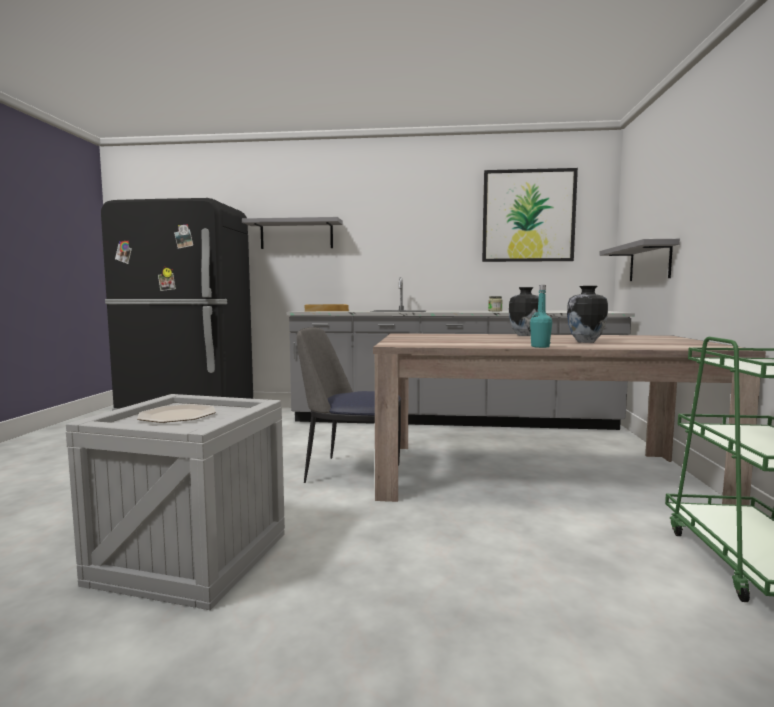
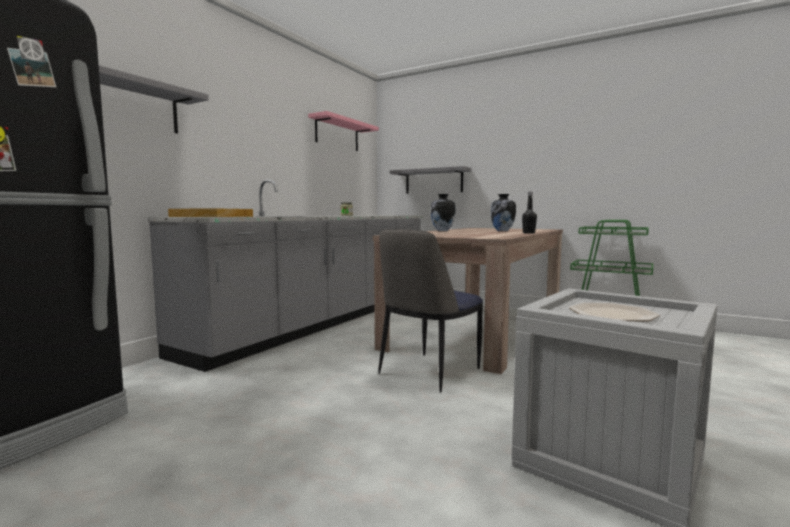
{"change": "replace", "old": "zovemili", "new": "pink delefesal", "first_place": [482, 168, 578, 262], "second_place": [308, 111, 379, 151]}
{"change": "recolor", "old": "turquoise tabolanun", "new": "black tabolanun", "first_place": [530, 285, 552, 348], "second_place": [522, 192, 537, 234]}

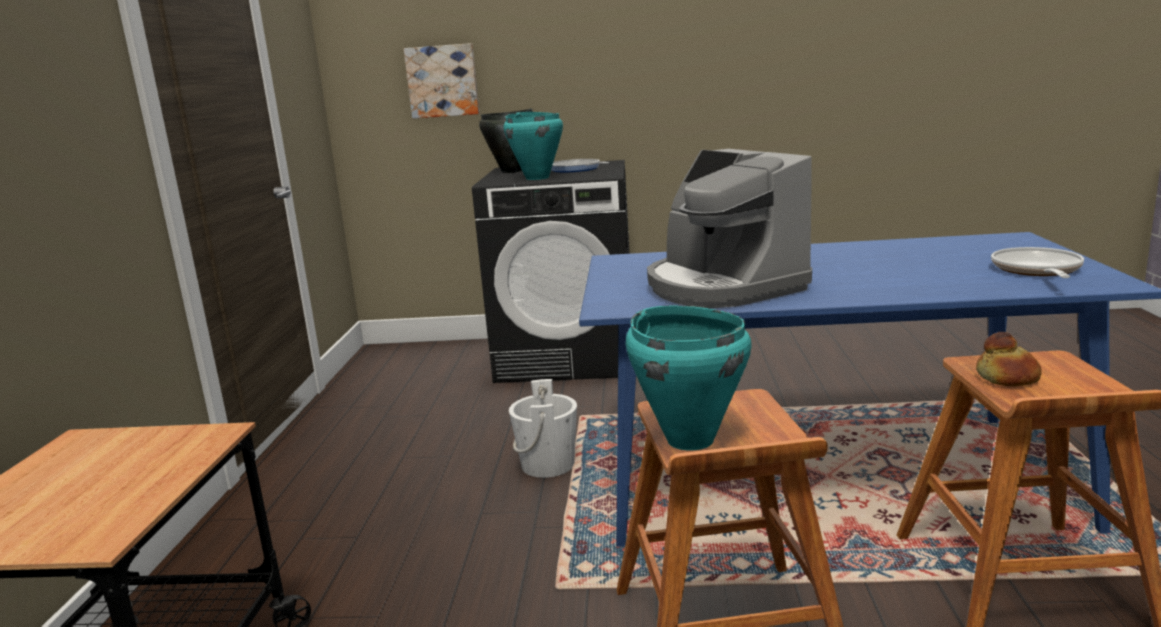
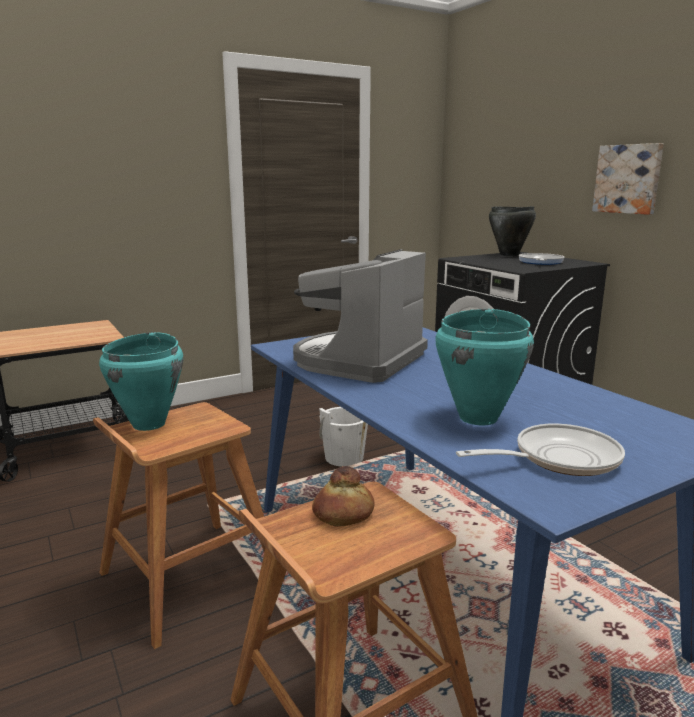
{"change": "move", "old": "zovemili", "first_place": [404, 43, 480, 119], "second_place": [592, 143, 664, 215]}
{"change": "move", "old": "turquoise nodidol", "first_place": [504, 112, 563, 180], "second_place": [435, 309, 534, 425]}

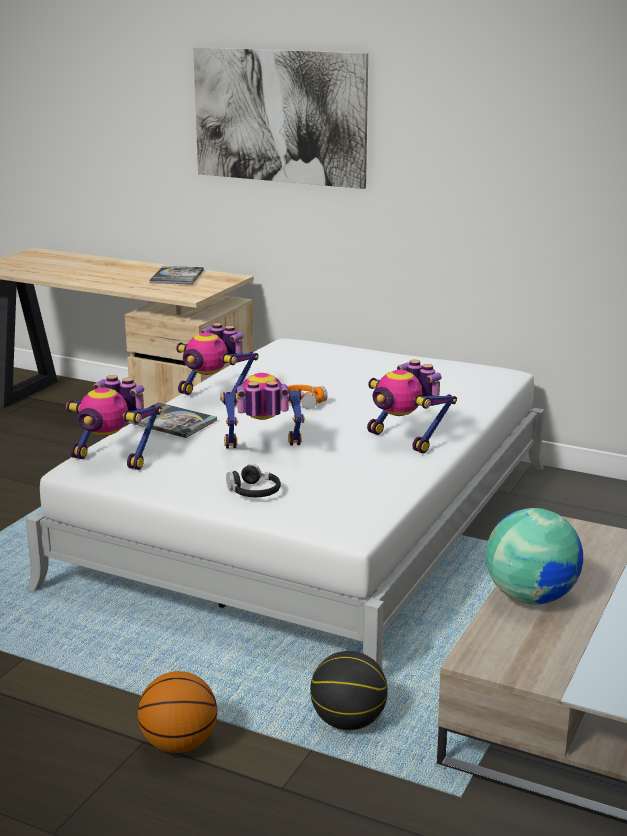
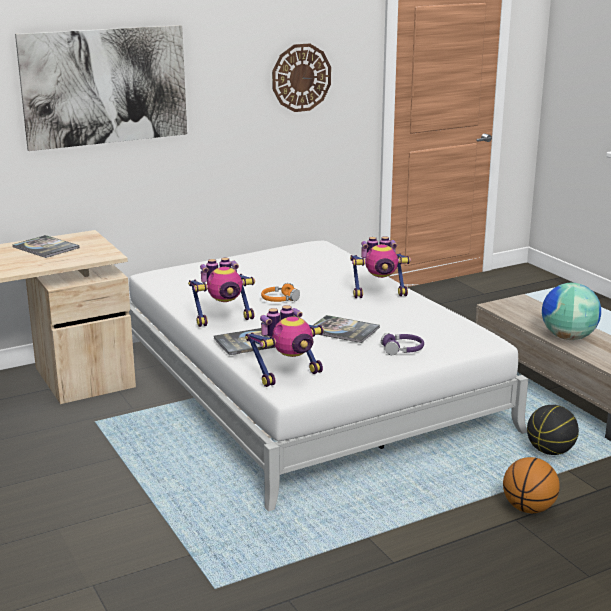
{"change": "replace", "old": "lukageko", "new": "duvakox", "first_place": [220, 373, 305, 449], "second_place": [313, 315, 380, 343]}
{"change": "recolor", "old": "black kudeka", "new": "purple kudeka", "first_place": [226, 464, 281, 497], "second_place": [381, 333, 424, 355]}
{"change": "insert", "new": "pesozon", "second_place": [272, 43, 331, 112]}

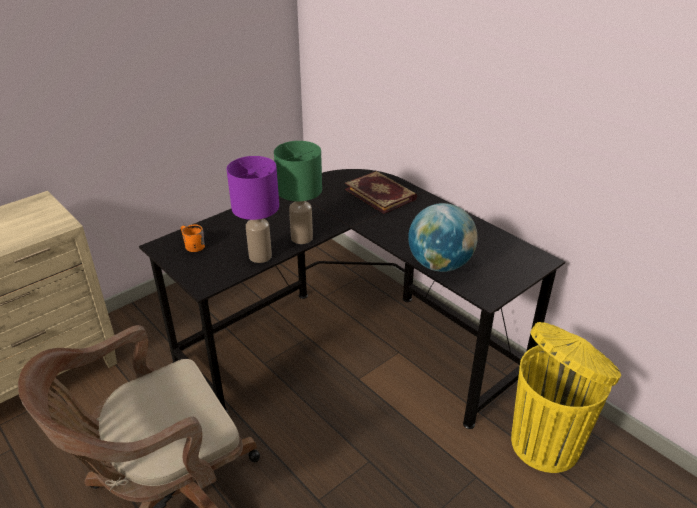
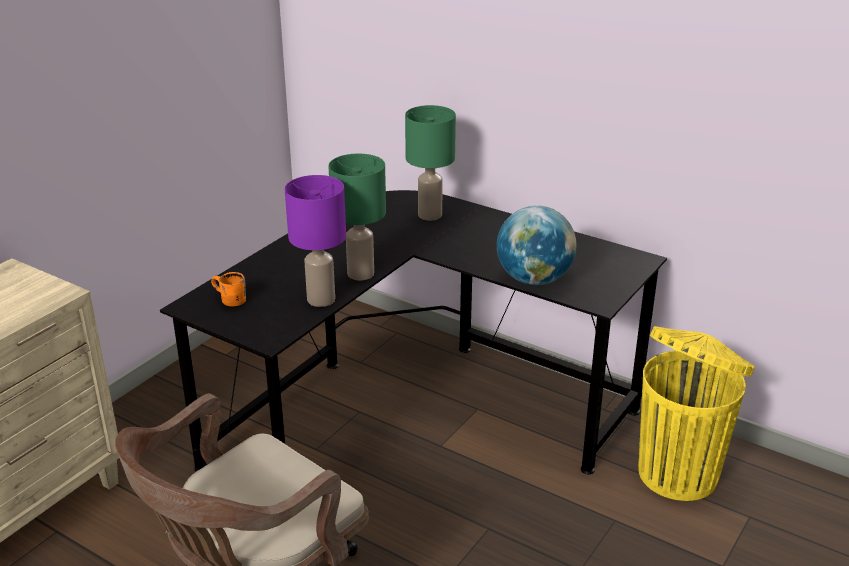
{"change": "replace", "old": "duvakox", "new": "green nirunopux", "first_place": [345, 171, 417, 214], "second_place": [405, 105, 456, 220]}

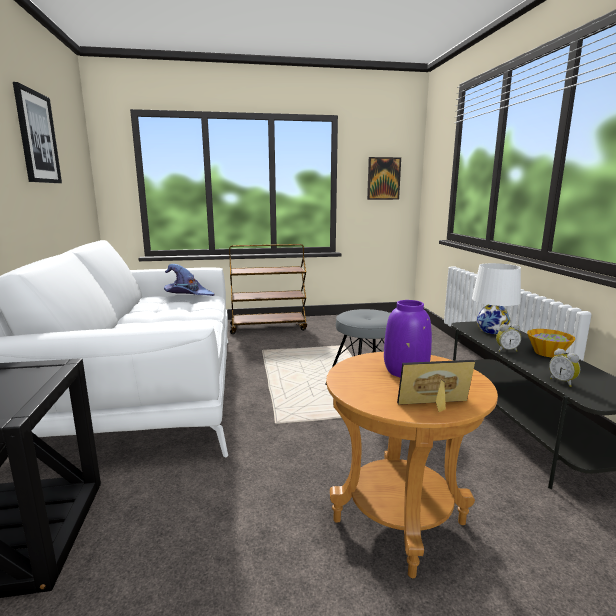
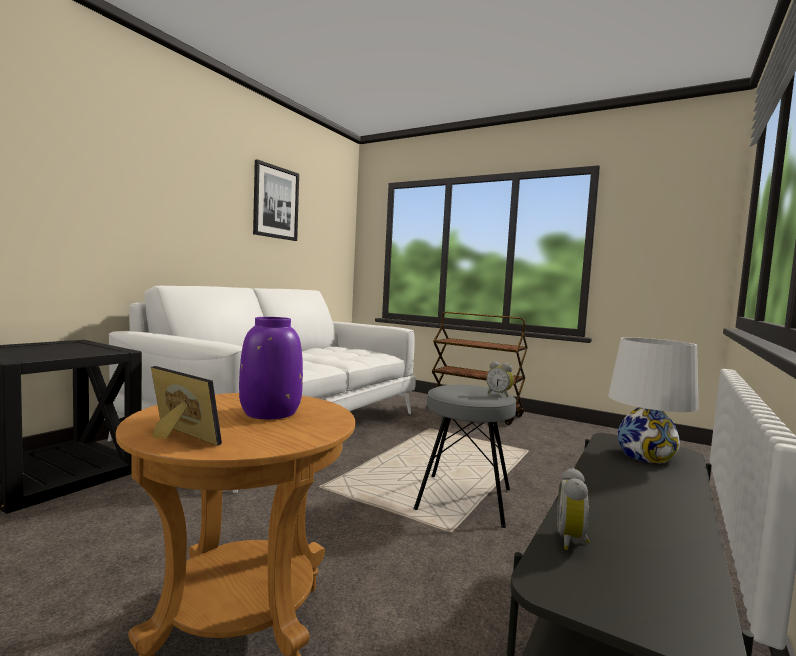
{"change": "delete", "old": "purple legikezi", "first_place": [164, 264, 214, 296]}
{"change": "delete", "old": "zovemili", "first_place": [367, 157, 401, 200]}
{"change": "move", "old": "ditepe", "first_place": [496, 324, 521, 352], "second_place": [486, 361, 514, 397]}
{"change": "delete", "old": "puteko", "first_place": [527, 329, 575, 358]}

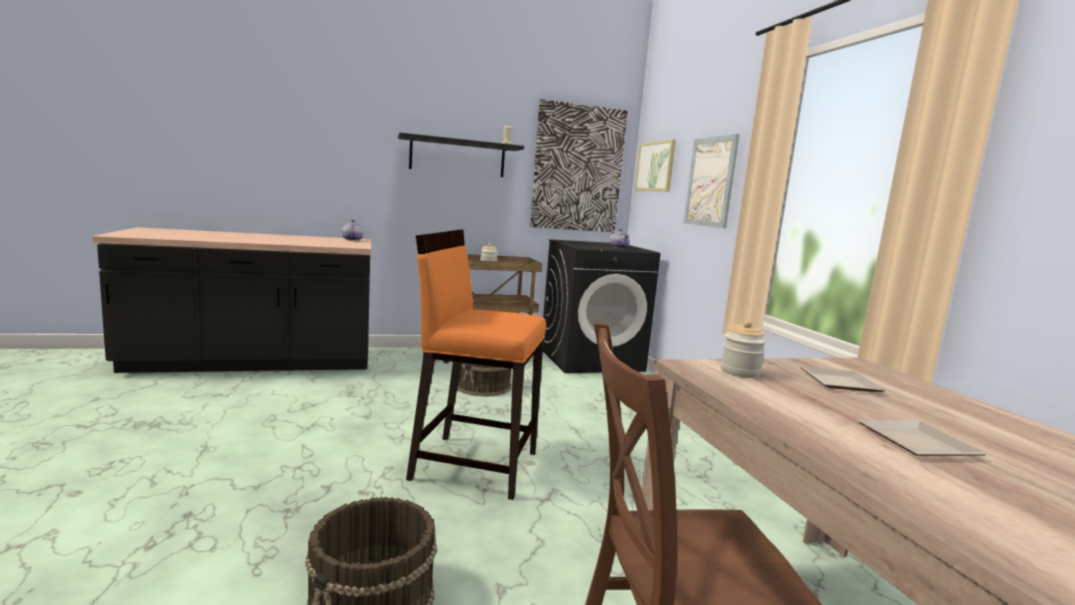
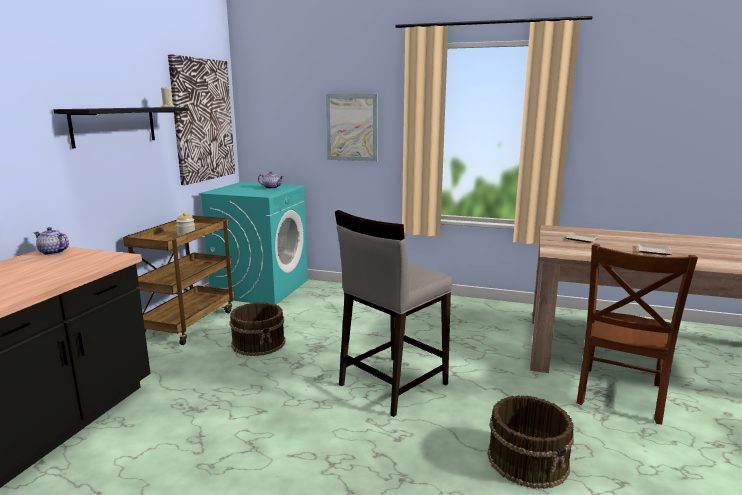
{"change": "recolor", "old": "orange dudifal", "new": "grey dudifal", "first_place": [406, 229, 546, 500], "second_place": [335, 210, 453, 417]}
{"change": "recolor", "old": "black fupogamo", "new": "turquoise fupogamo", "first_place": [543, 239, 661, 373], "second_place": [199, 182, 308, 304]}
{"change": "delete", "old": "zovemili", "first_place": [635, 139, 676, 192]}
{"change": "delete", "old": "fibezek", "first_place": [720, 320, 767, 378]}

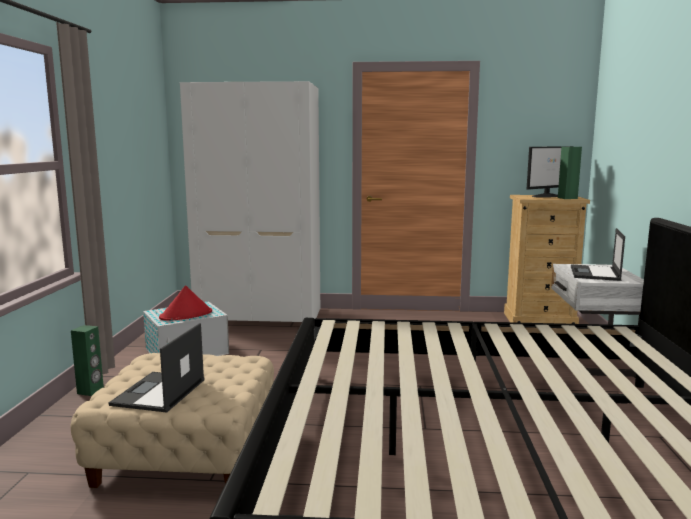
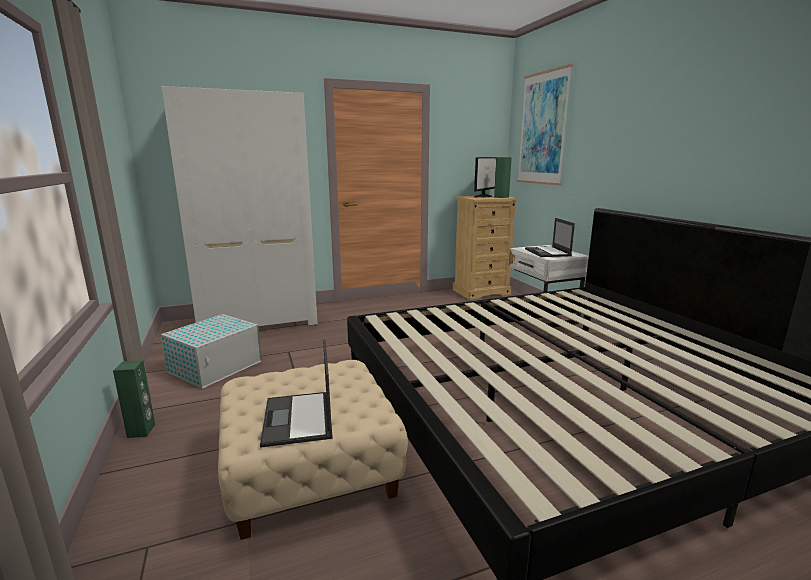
{"change": "delete", "old": "red legikezi", "first_place": [159, 286, 212, 321]}
{"change": "insert", "new": "zovemili", "second_place": [517, 64, 573, 185]}

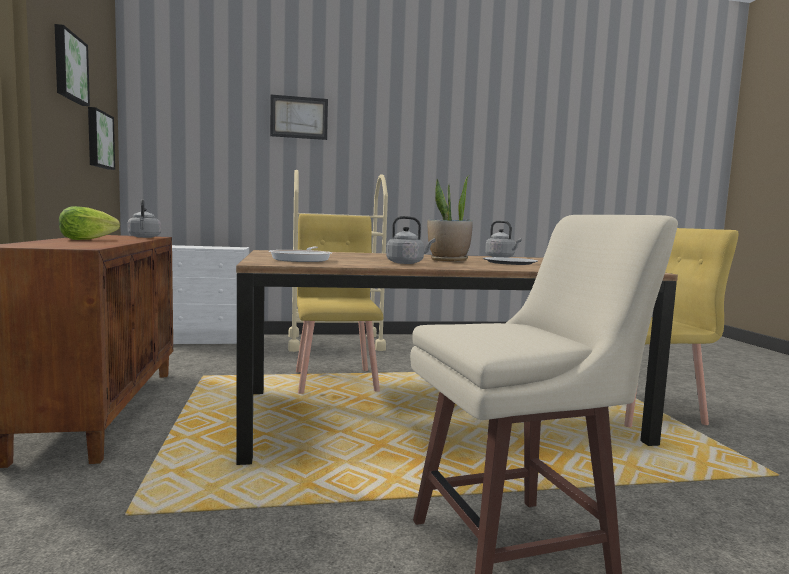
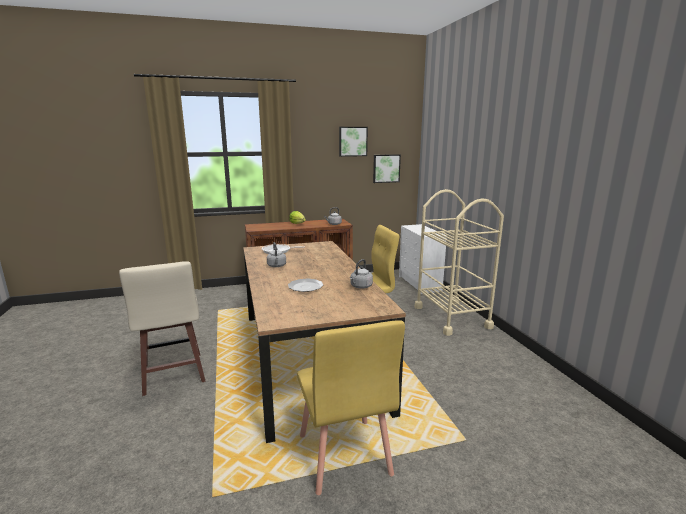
{"change": "delete", "old": "zovemili", "first_place": [270, 95, 328, 140]}
{"change": "delete", "old": "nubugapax", "first_place": [427, 174, 473, 262]}

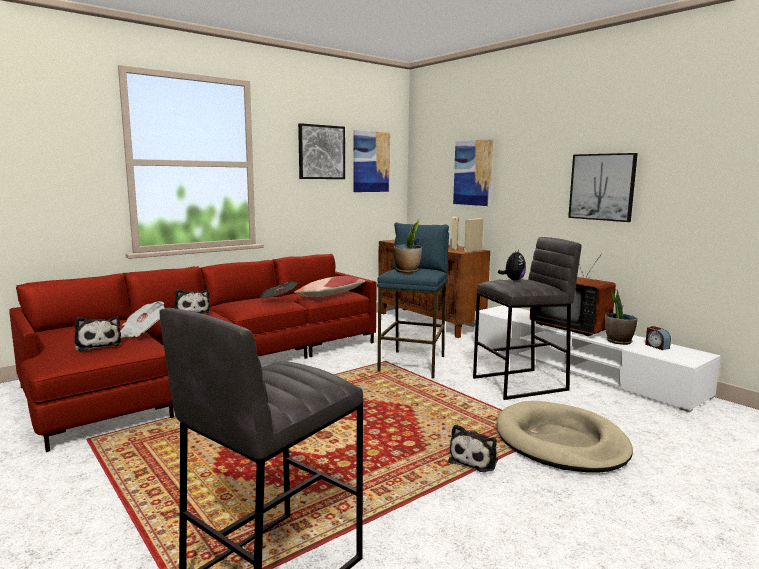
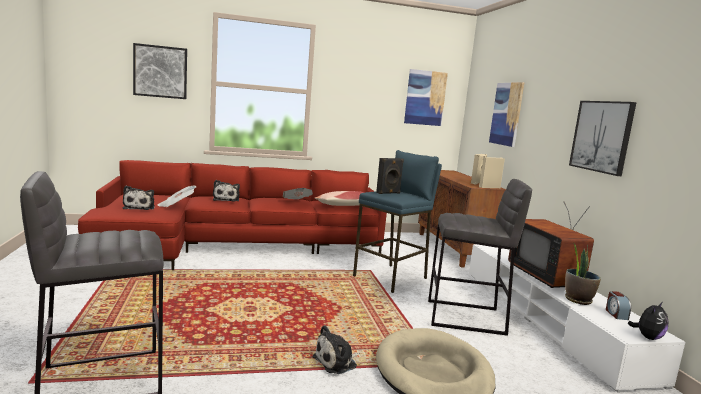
{"change": "move", "old": "zovemili", "first_place": [298, 123, 345, 179], "second_place": [133, 43, 187, 99]}
{"change": "replace", "old": "nubugapax", "new": "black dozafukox", "first_place": [393, 219, 422, 273], "second_place": [376, 158, 404, 194]}
{"change": "move", "old": "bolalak", "first_place": [498, 250, 526, 280], "second_place": [628, 302, 669, 340]}

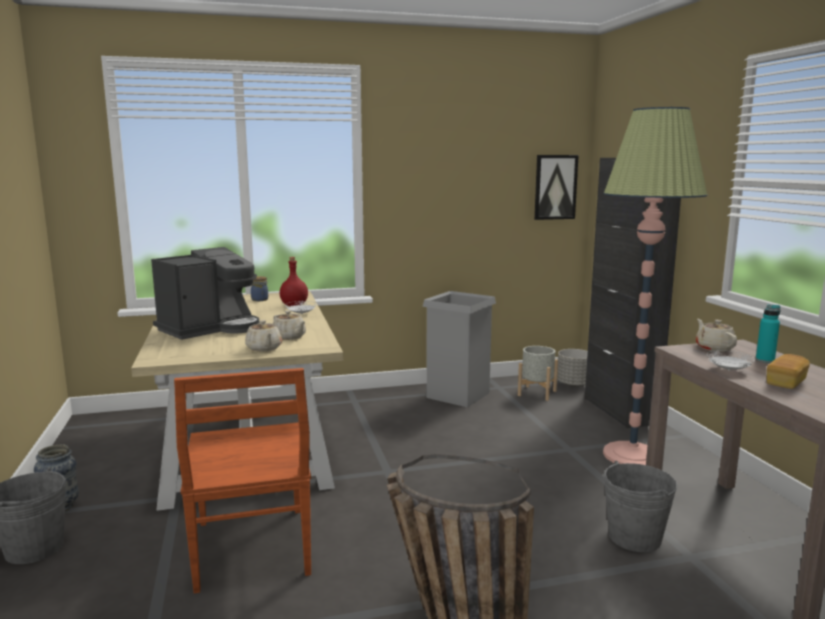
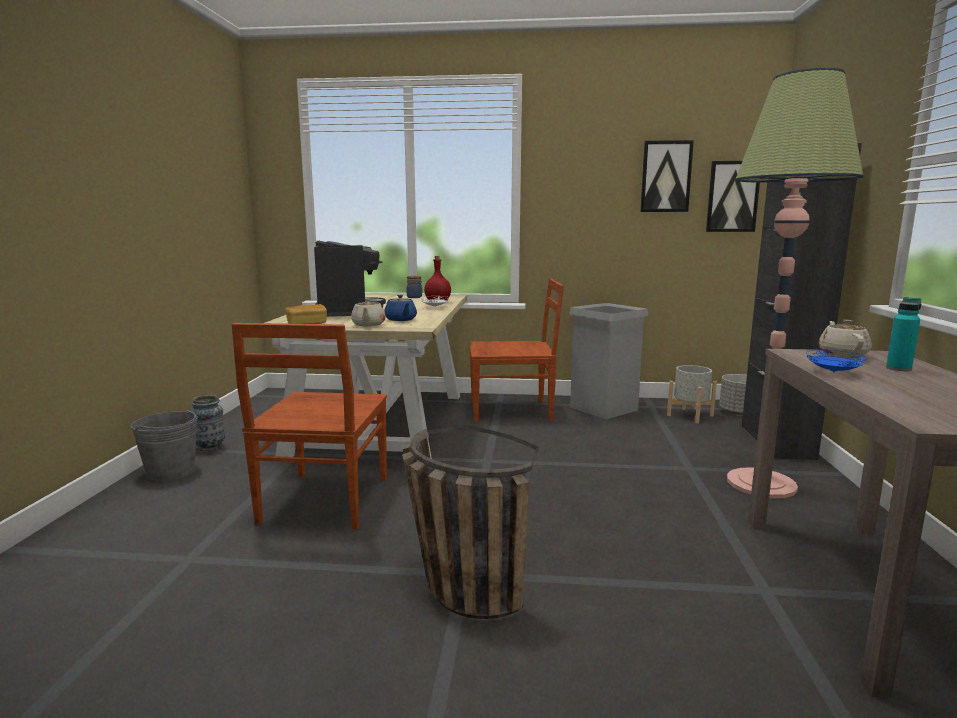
{"change": "rotate", "old": "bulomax", "first_place": [151, 247, 259, 340], "second_place": [314, 240, 386, 317], "degrees": -75}
{"change": "recolor", "old": "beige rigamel", "new": "blue rigamel", "first_place": [273, 311, 306, 340], "second_place": [384, 294, 417, 321]}
{"change": "delete", "old": "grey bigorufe", "first_place": [603, 461, 678, 552]}
{"change": "recolor", "old": "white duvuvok", "new": "blue duvuvok", "first_place": [707, 350, 755, 371], "second_place": [806, 350, 868, 373]}
{"change": "move", "old": "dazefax", "first_place": [767, 354, 810, 389], "second_place": [285, 304, 327, 324]}
{"change": "insert", "new": "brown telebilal", "second_place": [469, 278, 564, 423]}
{"change": "insert", "new": "zovemili", "second_place": [640, 140, 694, 212]}

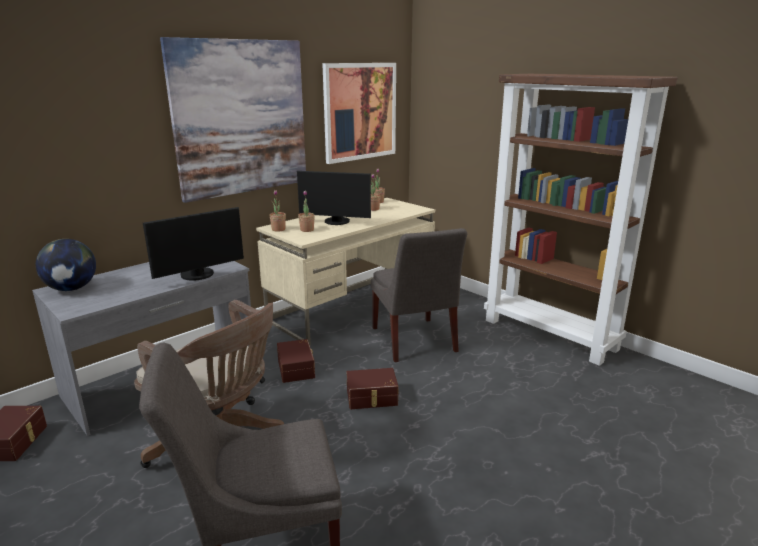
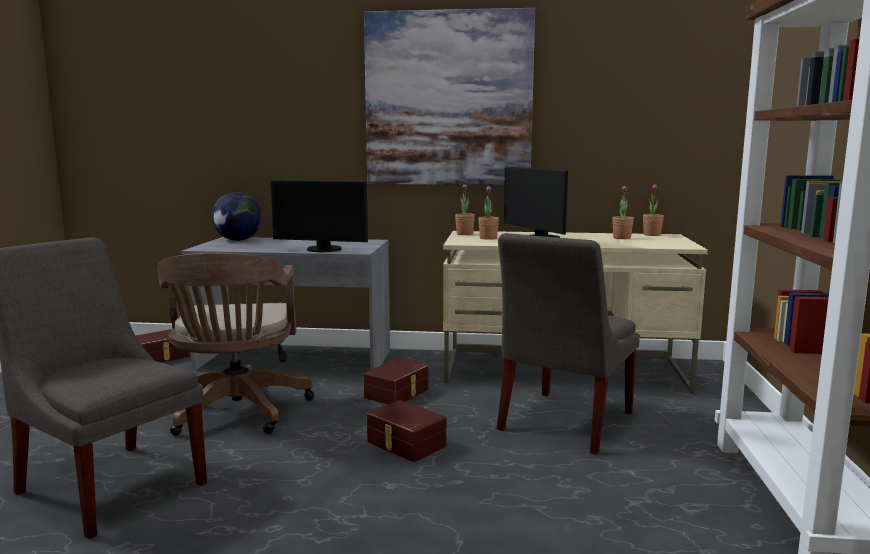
{"change": "delete", "old": "zovemili", "first_place": [322, 63, 396, 164]}

